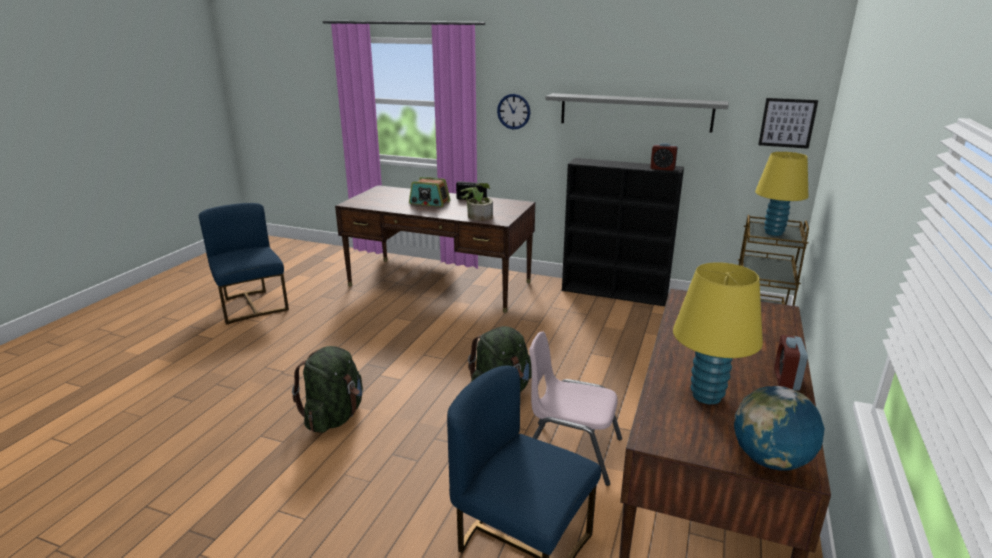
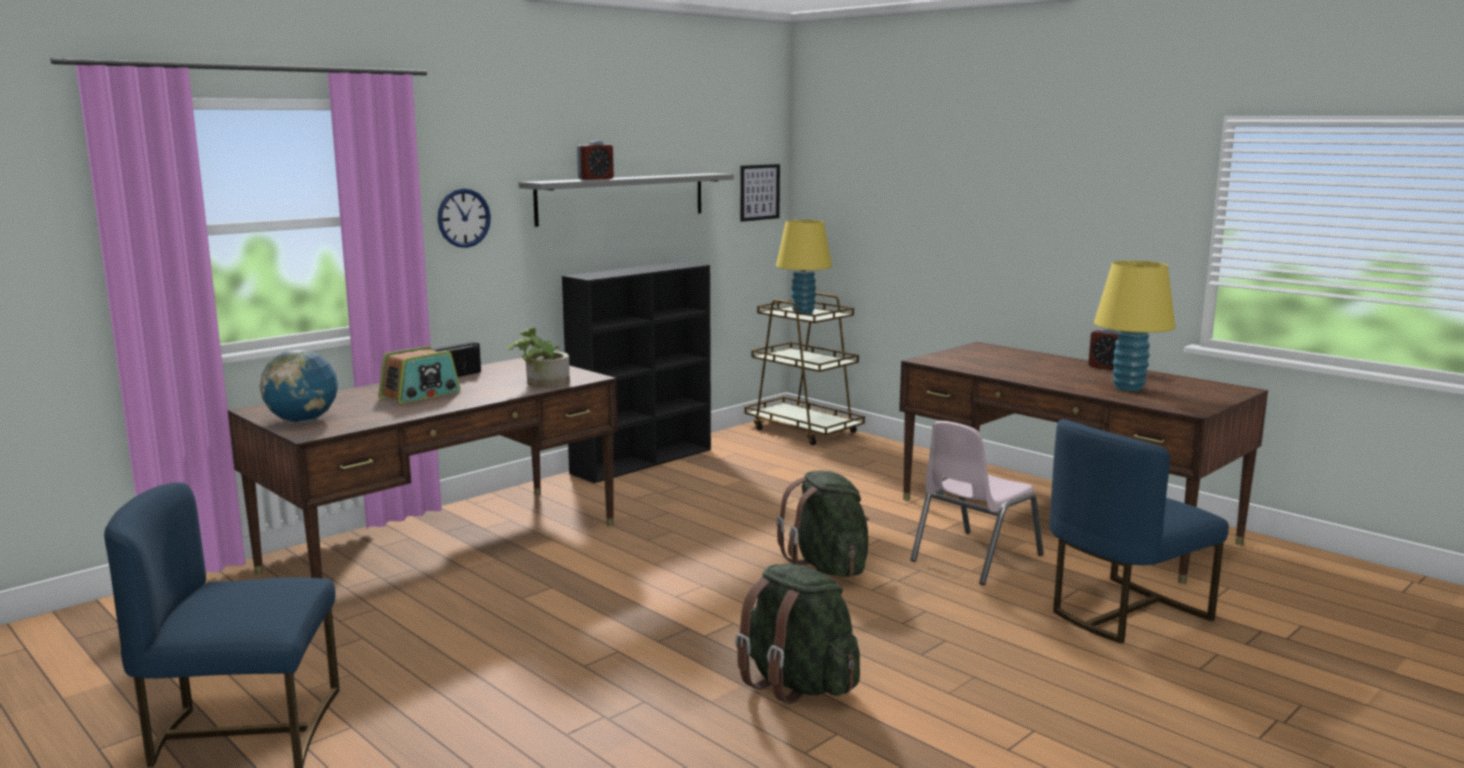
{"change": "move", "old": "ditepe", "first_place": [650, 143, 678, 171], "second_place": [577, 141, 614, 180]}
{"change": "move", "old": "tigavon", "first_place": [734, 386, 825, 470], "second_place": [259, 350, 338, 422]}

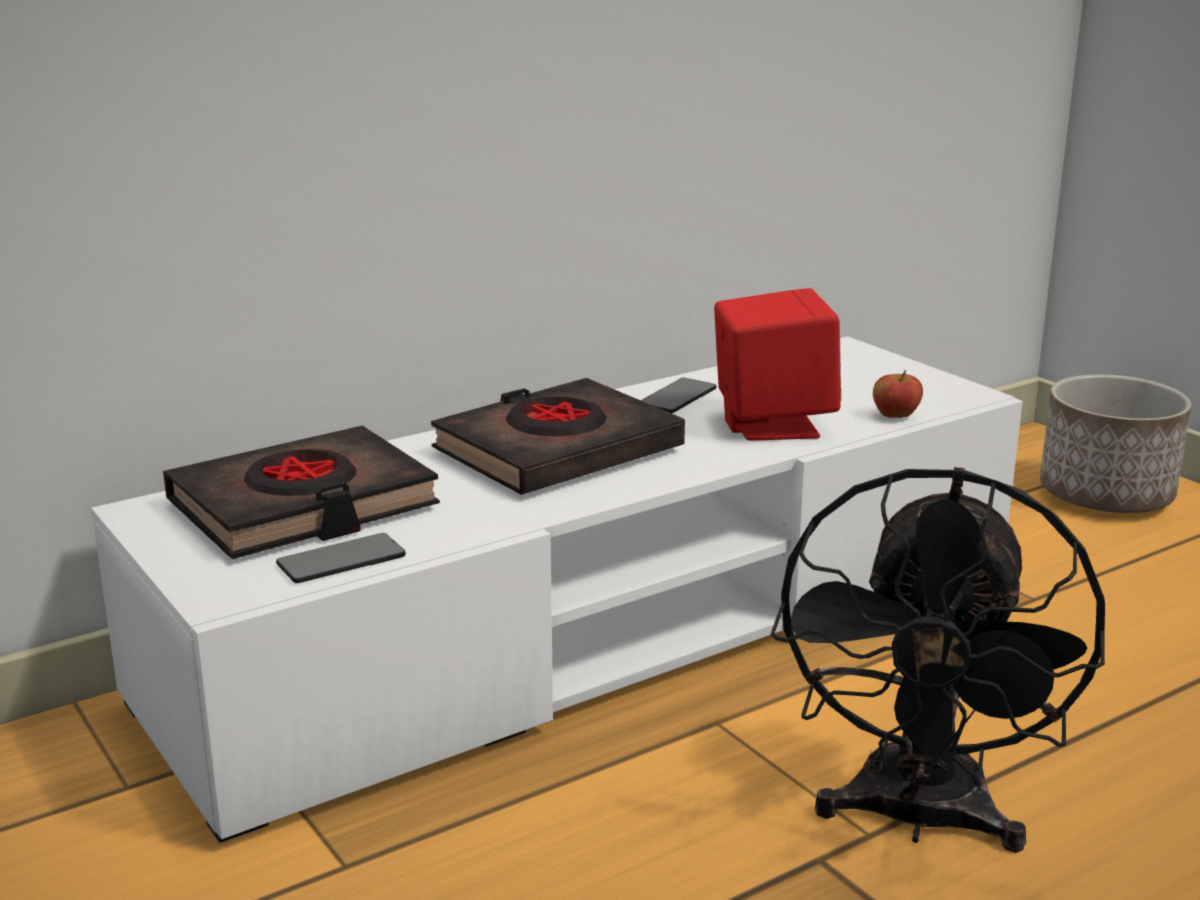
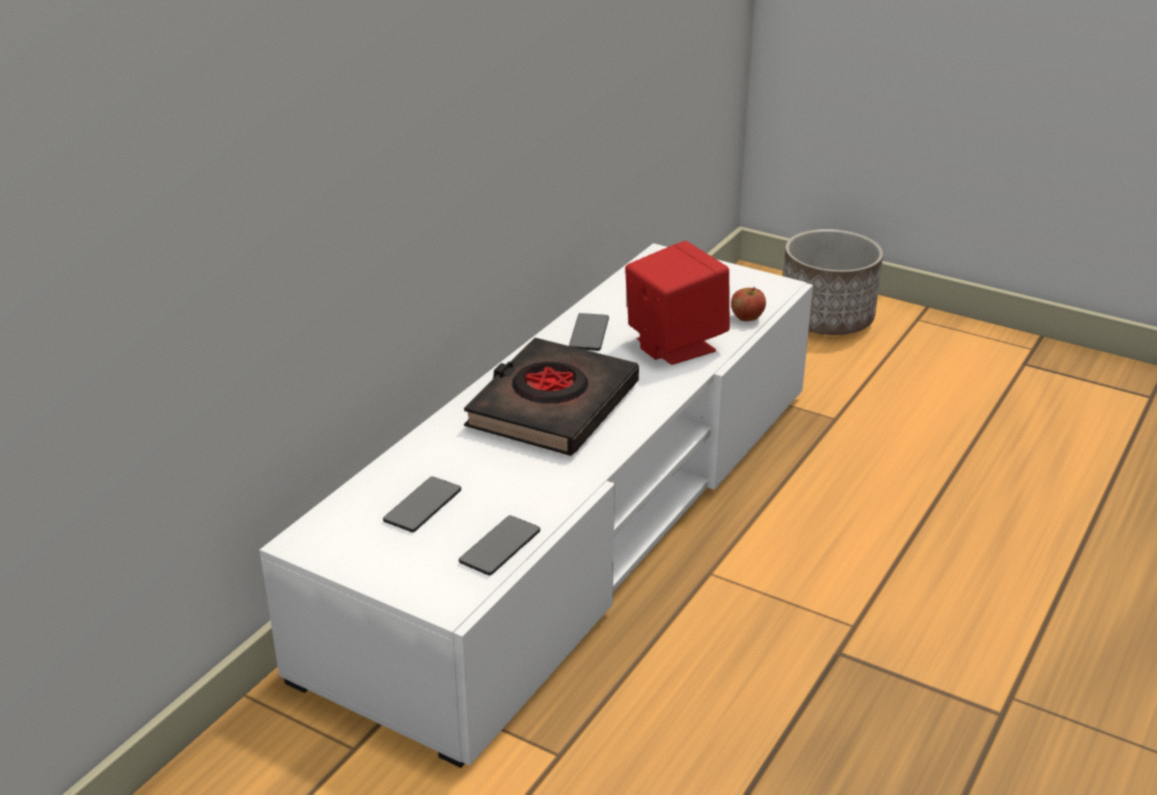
{"change": "replace", "old": "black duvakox", "new": "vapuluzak", "first_place": [163, 426, 440, 559], "second_place": [383, 476, 461, 532]}
{"change": "delete", "old": "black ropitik", "first_place": [771, 467, 1105, 853]}

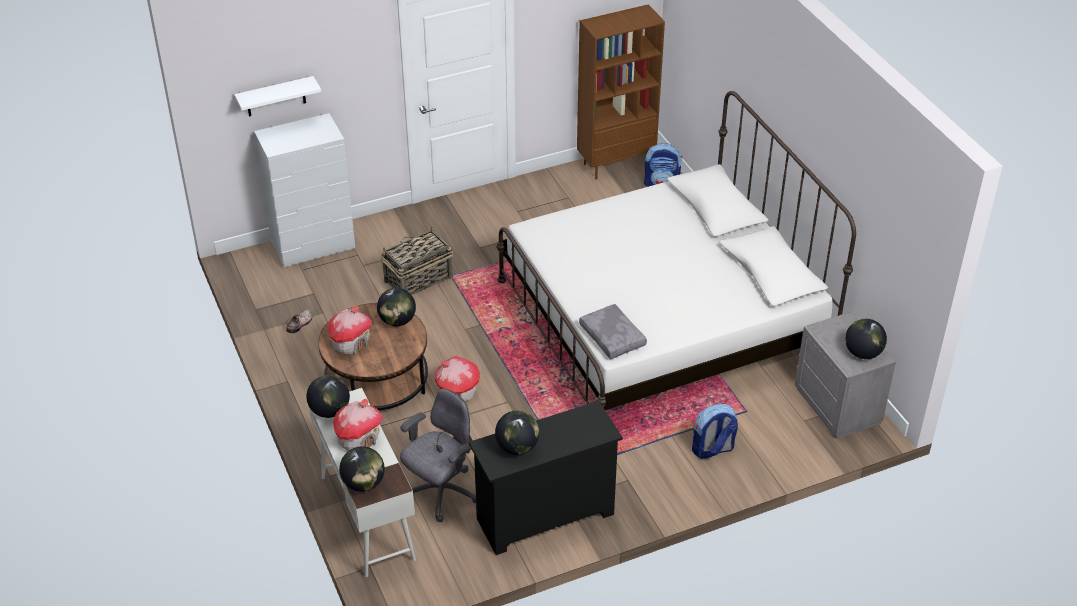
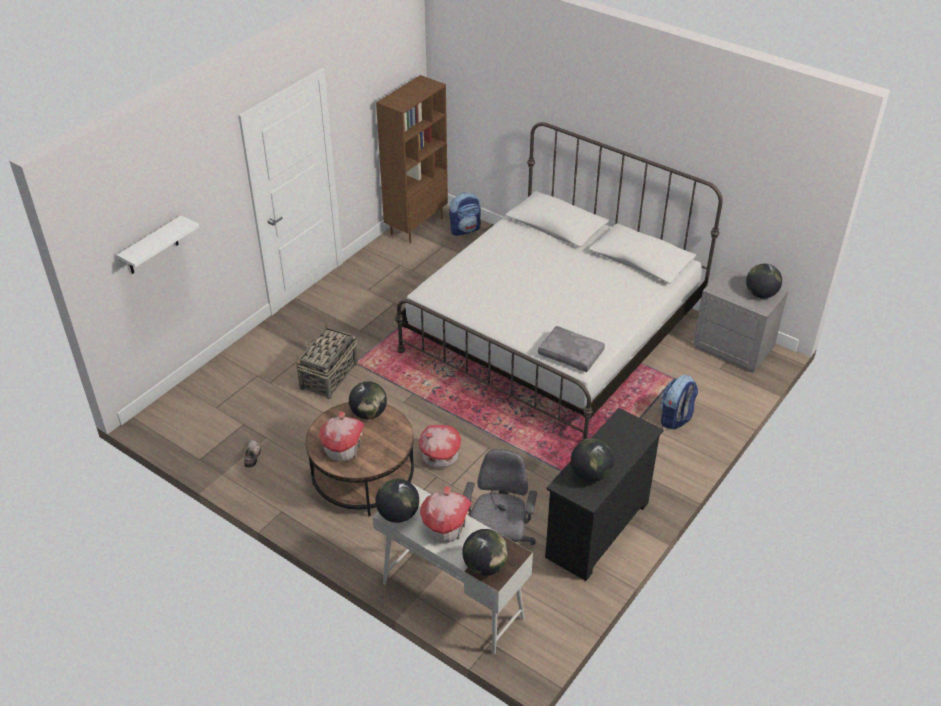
{"change": "delete", "old": "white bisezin", "first_place": [254, 113, 355, 268]}

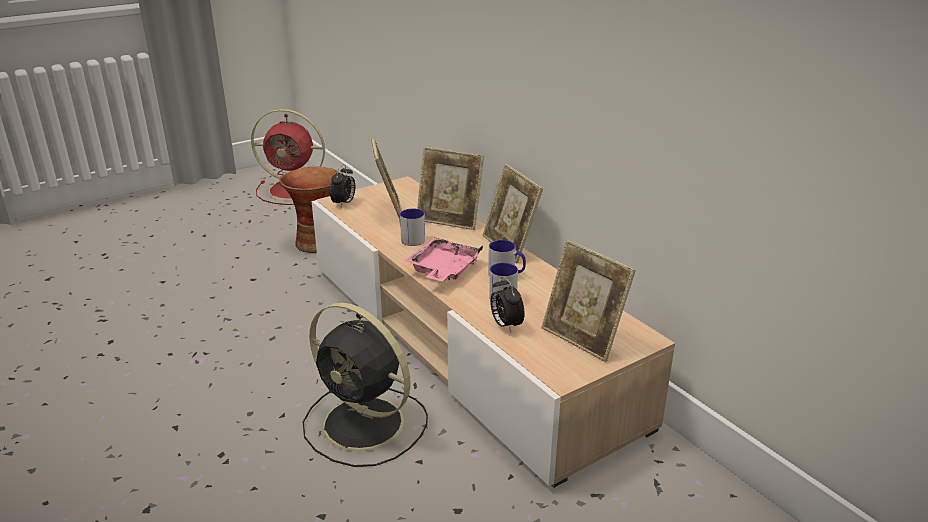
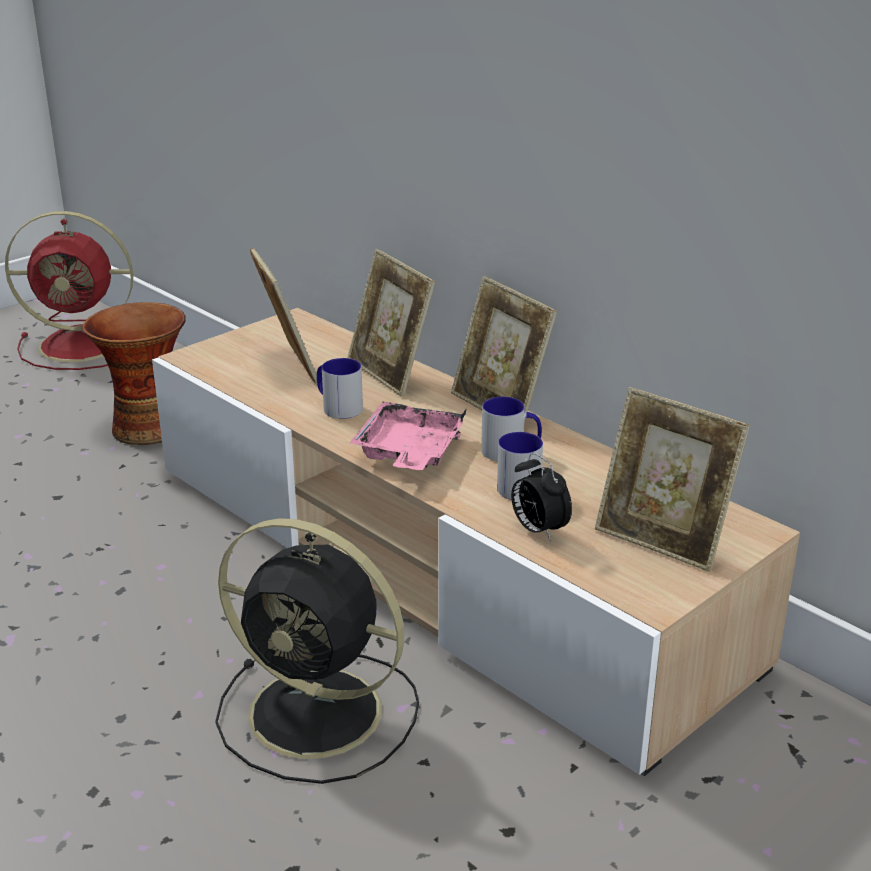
{"change": "delete", "old": "ditepe", "first_place": [330, 164, 355, 207]}
{"change": "rotate", "old": "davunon", "first_place": [417, 147, 484, 230], "second_place": [347, 249, 435, 397], "degrees": 45}

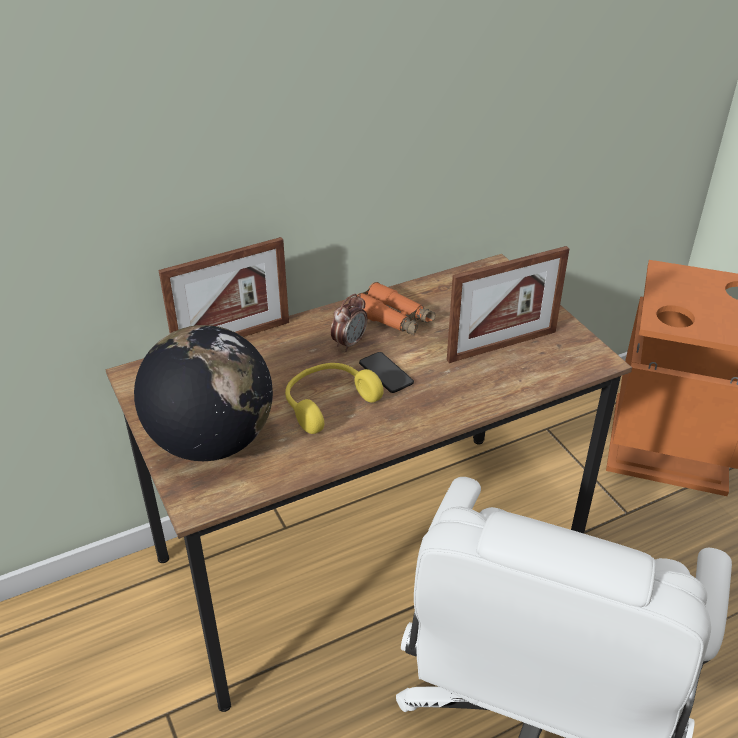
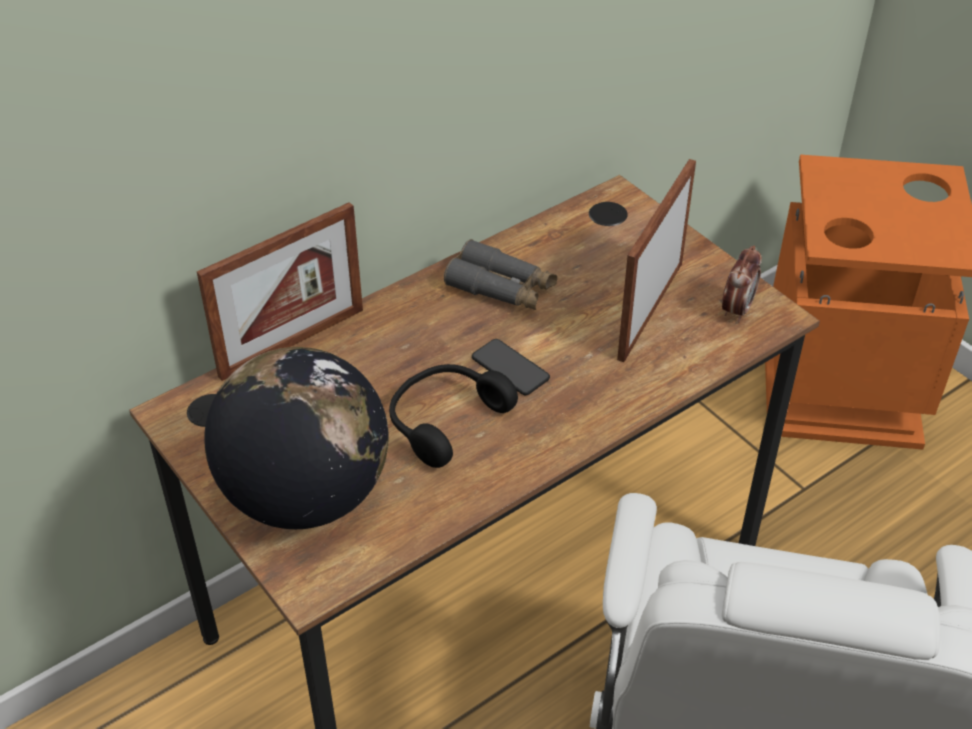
{"change": "recolor", "old": "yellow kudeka", "new": "black kudeka", "first_place": [285, 363, 384, 434], "second_place": [389, 364, 518, 468]}
{"change": "move", "old": "ditepe", "first_place": [331, 294, 367, 352], "second_place": [722, 246, 762, 322]}
{"change": "recolor", "old": "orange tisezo", "new": "grey tisezo", "first_place": [357, 282, 435, 336], "second_place": [444, 239, 557, 310]}
{"change": "rotate", "old": "davunon", "first_place": [447, 246, 569, 363], "second_place": [617, 159, 696, 362], "degrees": 150}

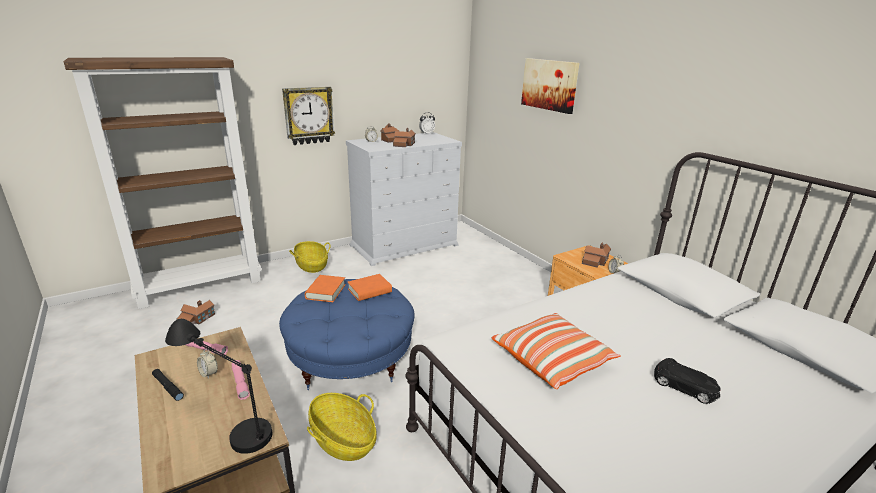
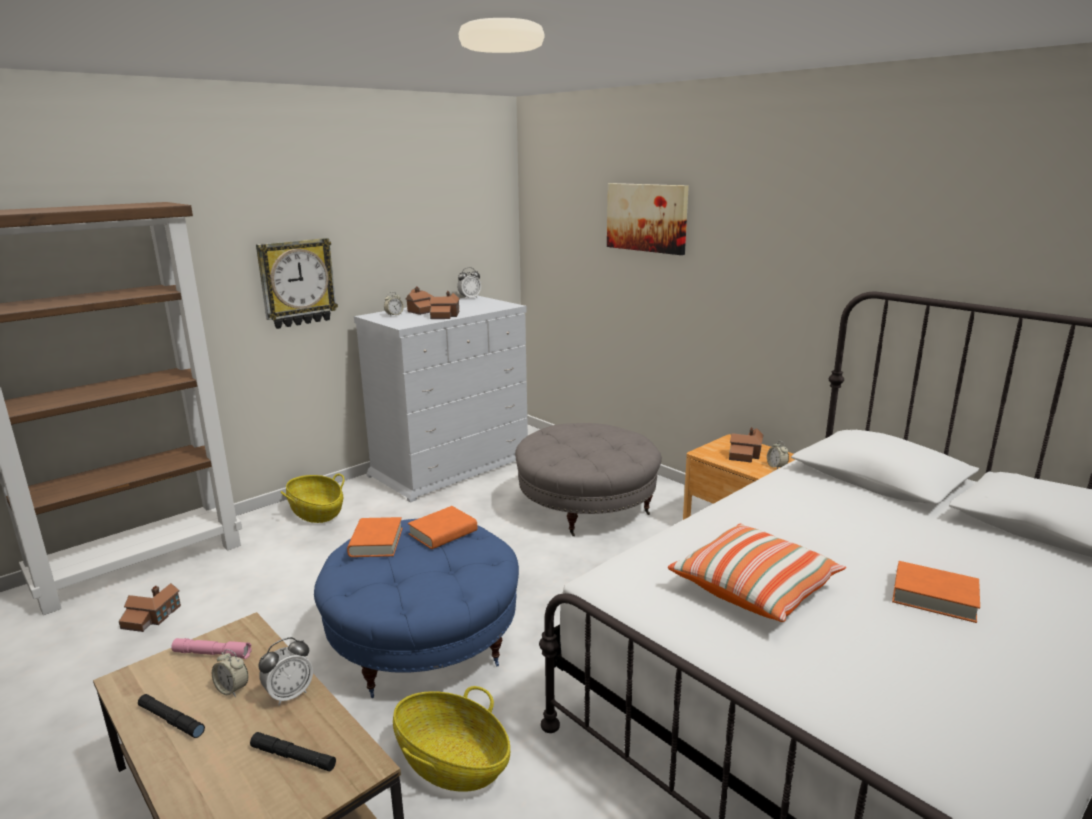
{"change": "replace", "old": "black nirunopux", "new": "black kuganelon", "first_place": [165, 319, 272, 454], "second_place": [250, 732, 336, 771]}
{"change": "replace", "old": "pink kuganelon", "new": "ditepe", "first_place": [231, 360, 250, 400], "second_place": [258, 637, 313, 706]}
{"change": "replace", "old": "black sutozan", "new": "orange duvakox", "first_place": [654, 358, 721, 404], "second_place": [892, 561, 980, 623]}
{"change": "insert", "new": "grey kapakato", "second_place": [515, 423, 662, 536]}

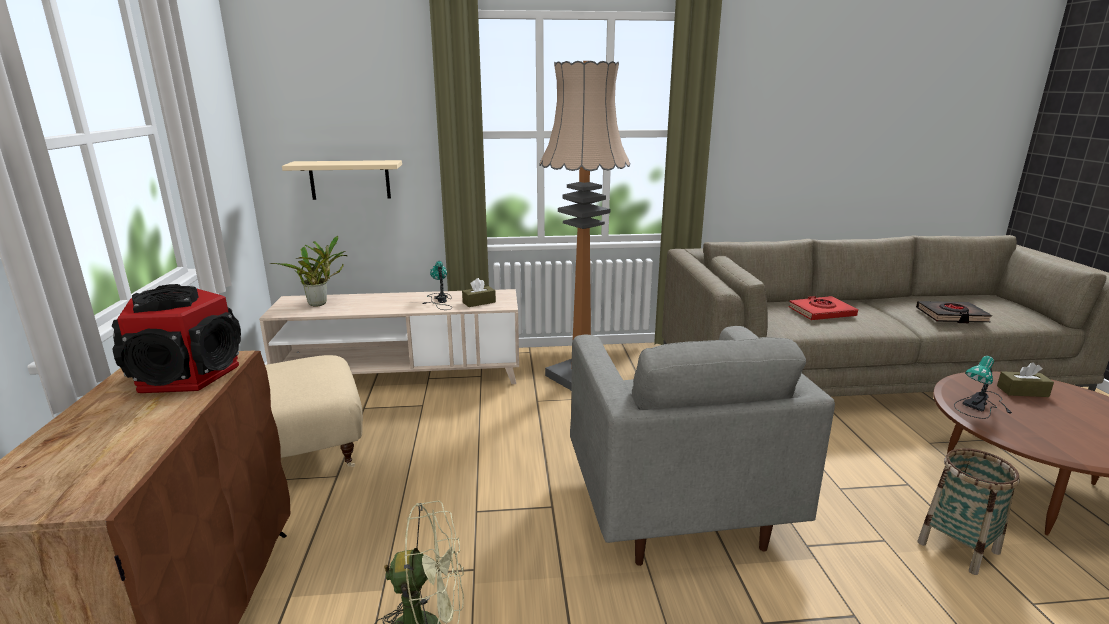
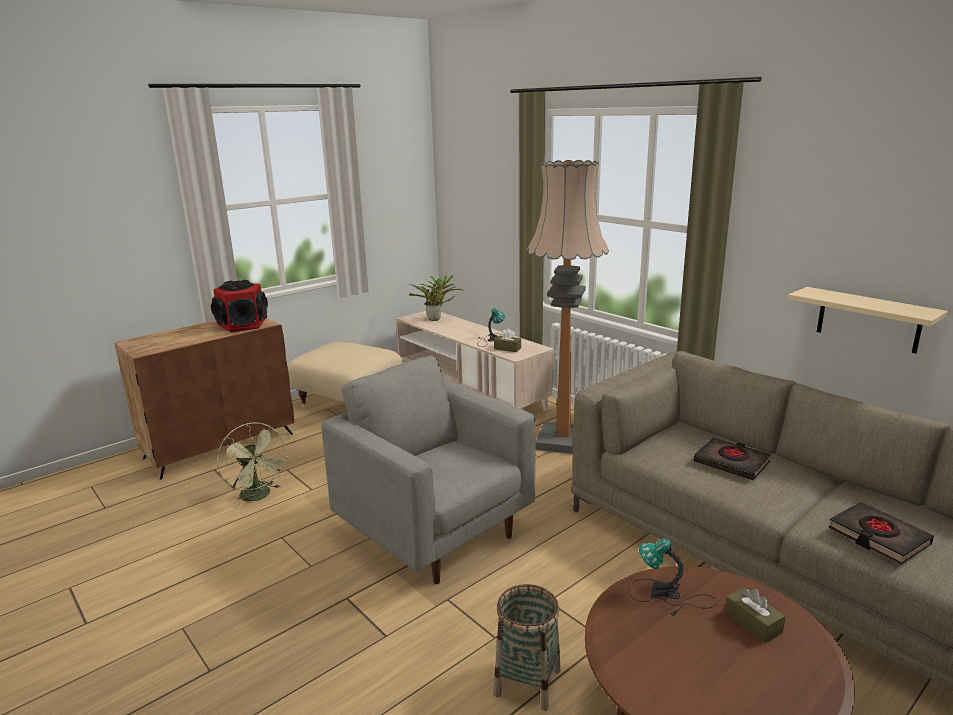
{"change": "move", "old": "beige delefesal", "first_place": [282, 160, 402, 200], "second_place": [788, 287, 948, 354]}
{"change": "rotate", "old": "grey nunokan", "first_place": [570, 326, 835, 566], "second_place": [321, 355, 536, 584], "degrees": 90}
{"change": "recolor", "old": "red duvakox", "new": "black duvakox", "first_place": [788, 296, 858, 320], "second_place": [694, 438, 771, 480]}

